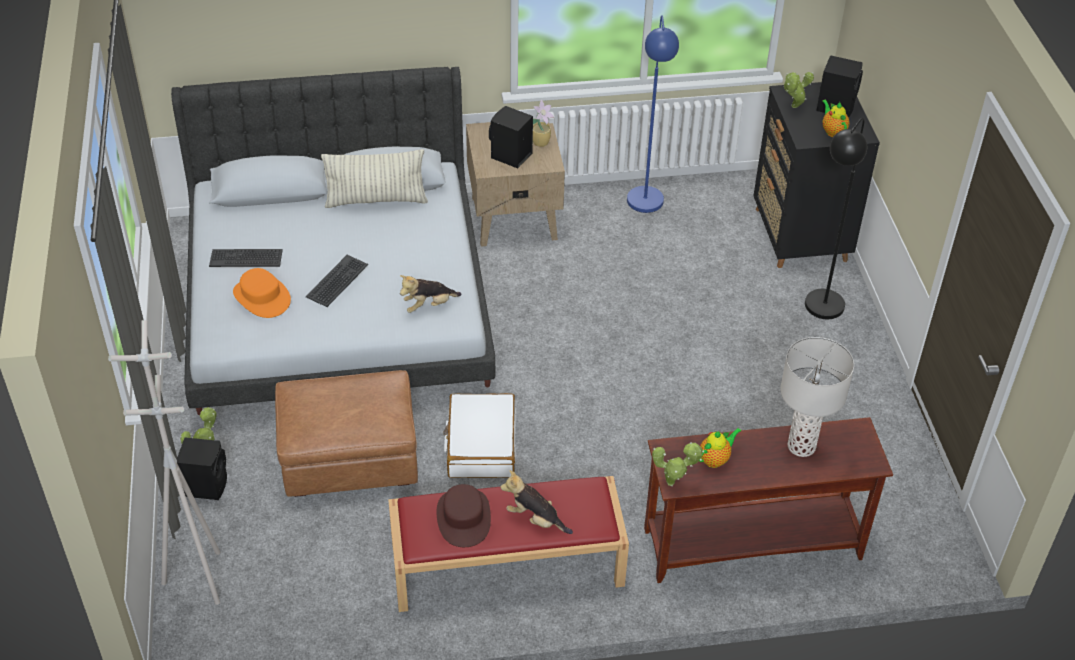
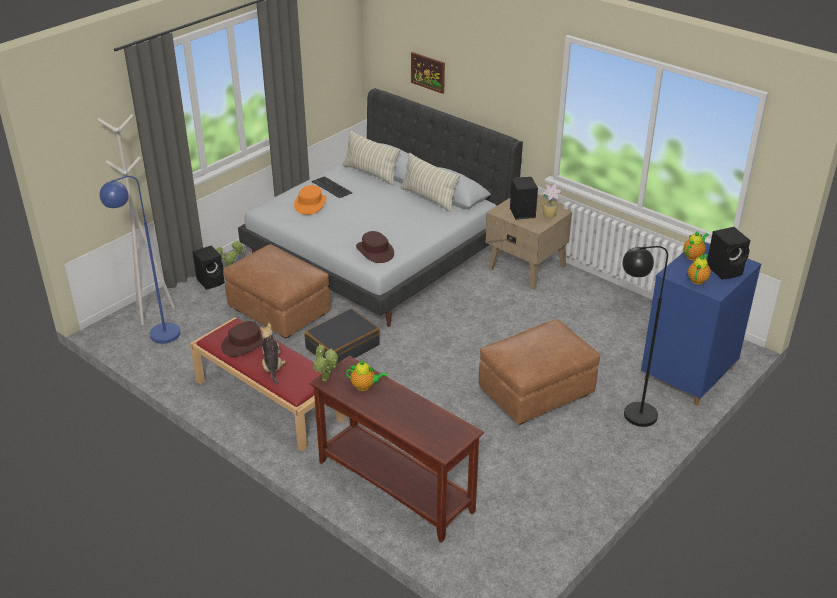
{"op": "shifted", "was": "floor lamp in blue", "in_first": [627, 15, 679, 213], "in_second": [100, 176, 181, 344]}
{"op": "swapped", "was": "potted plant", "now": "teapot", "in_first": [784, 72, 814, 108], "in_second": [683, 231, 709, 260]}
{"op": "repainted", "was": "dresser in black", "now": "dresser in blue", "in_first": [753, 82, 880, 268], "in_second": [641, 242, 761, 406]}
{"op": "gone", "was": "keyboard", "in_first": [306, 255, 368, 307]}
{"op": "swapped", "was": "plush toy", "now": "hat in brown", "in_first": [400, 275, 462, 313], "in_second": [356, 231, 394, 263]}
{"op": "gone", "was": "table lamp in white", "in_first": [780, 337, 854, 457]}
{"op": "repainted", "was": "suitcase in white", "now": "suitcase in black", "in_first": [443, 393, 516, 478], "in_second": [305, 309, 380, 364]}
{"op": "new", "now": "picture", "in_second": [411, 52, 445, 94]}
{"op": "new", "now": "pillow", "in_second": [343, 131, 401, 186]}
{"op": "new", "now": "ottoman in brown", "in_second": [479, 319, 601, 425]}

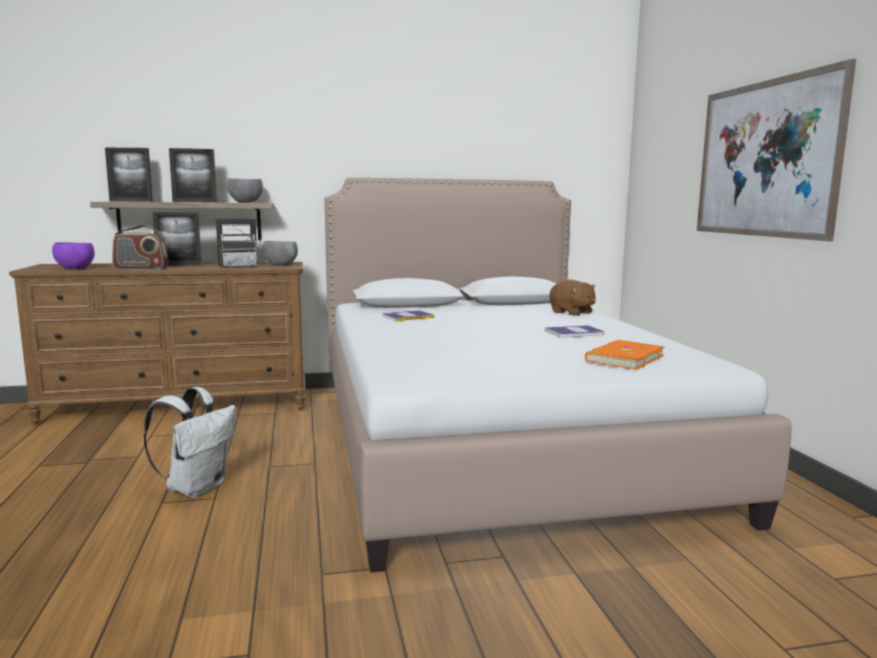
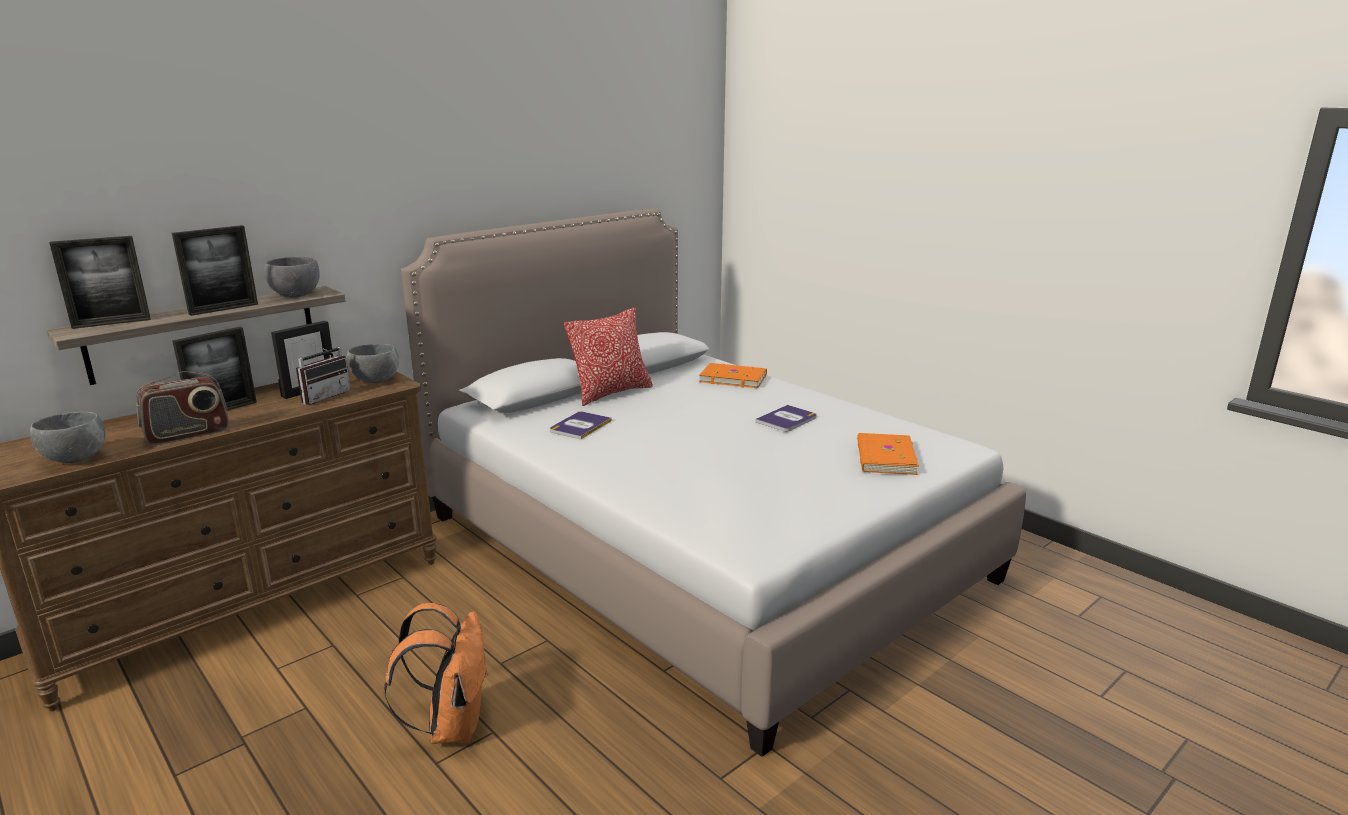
{"op": "gone", "was": "picture", "in_first": [697, 59, 856, 241]}
{"op": "repainted", "was": "bowl in purple", "now": "bowl in grey", "in_first": [52, 242, 95, 269], "in_second": [30, 412, 105, 463]}
{"op": "swapped", "was": "plush toy in brown", "now": "book in orange", "in_first": [550, 279, 596, 316], "in_second": [699, 363, 767, 389]}
{"op": "repainted", "was": "backpack in white", "now": "backpack in orange", "in_first": [143, 387, 236, 497], "in_second": [384, 603, 488, 744]}
{"op": "new", "now": "pillow", "in_second": [564, 308, 653, 406]}

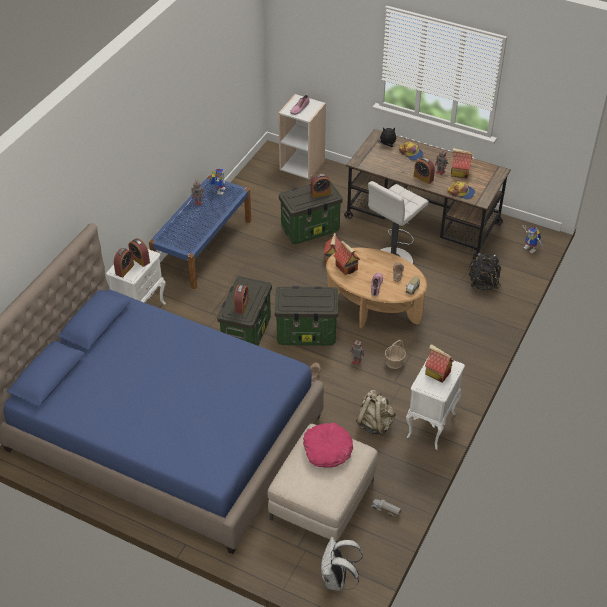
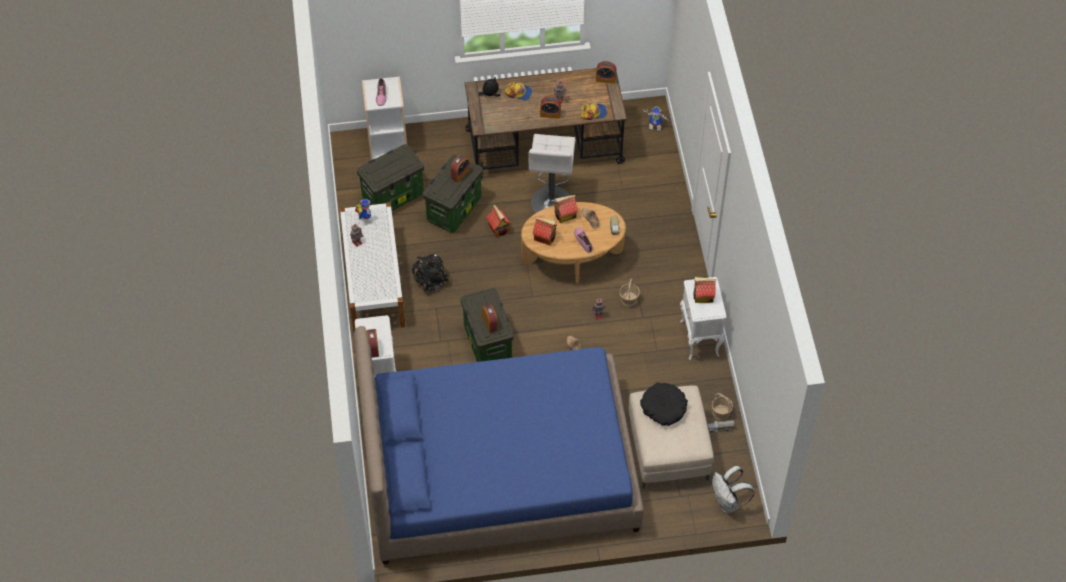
{"op": "shifted", "was": "toy house", "in_first": [451, 148, 473, 179], "in_second": [554, 195, 578, 223]}
{"op": "repainted", "was": "bench in blue", "now": "bench in white", "in_first": [149, 175, 251, 290], "in_second": [340, 203, 405, 331]}
{"op": "shifted", "was": "alarm clock", "in_first": [128, 238, 150, 267], "in_second": [596, 61, 616, 84]}
{"op": "shifted", "was": "backpack in black", "in_first": [468, 252, 501, 290], "in_second": [412, 254, 450, 292]}
{"op": "shifted", "was": "storage box", "in_first": [275, 286, 338, 346], "in_second": [357, 144, 424, 211]}
{"op": "gone", "was": "backpack in beige", "in_first": [356, 390, 396, 436]}
{"op": "repainted", "was": "pillow in pink", "now": "pillow in black", "in_first": [303, 423, 353, 468], "in_second": [640, 383, 688, 426]}
{"op": "new", "now": "basket", "in_second": [712, 393, 733, 420]}

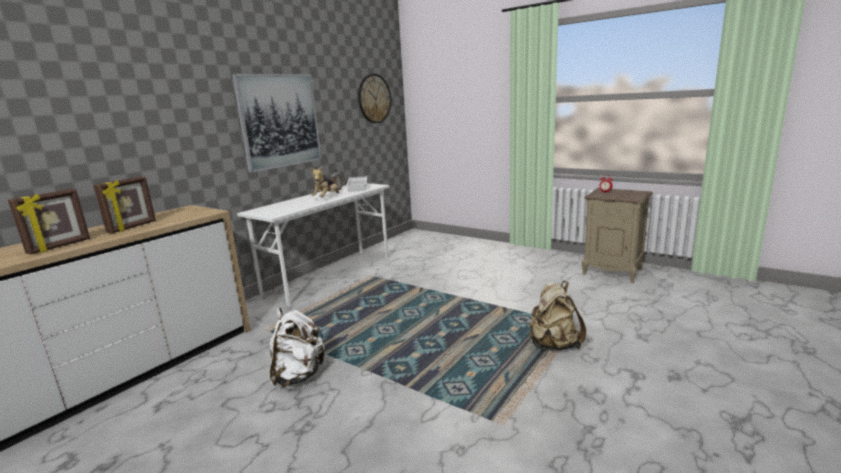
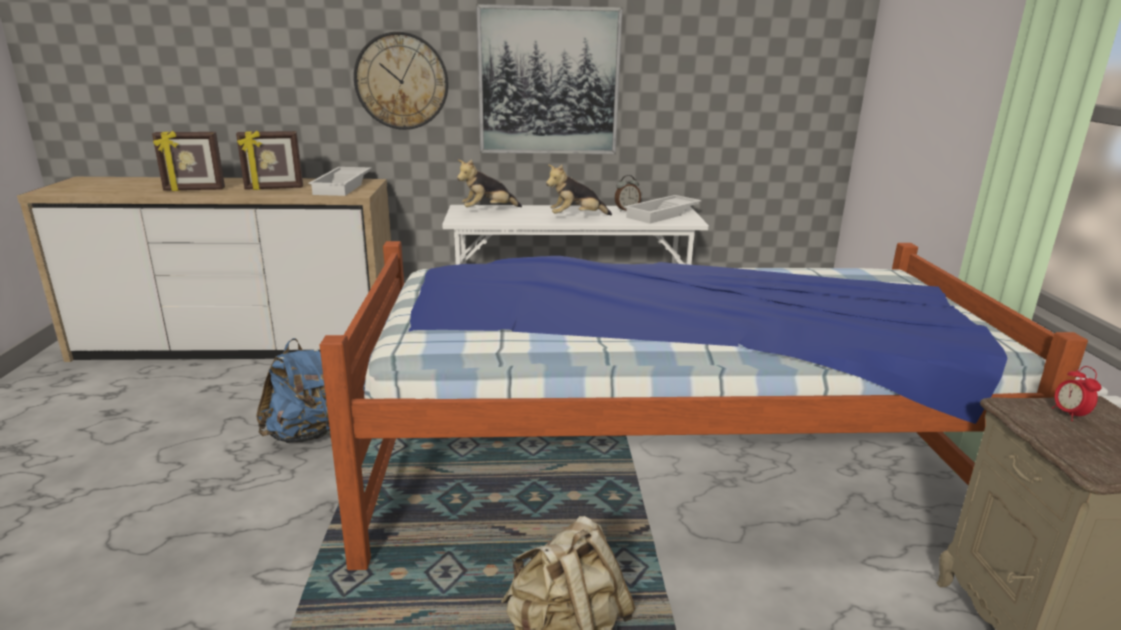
{"op": "shifted", "was": "wall clock", "in_first": [358, 74, 391, 123], "in_second": [354, 32, 449, 130]}
{"op": "repainted", "was": "backpack in white", "now": "backpack in blue", "in_first": [270, 308, 327, 387], "in_second": [256, 338, 331, 443]}
{"op": "new", "now": "plush toy", "in_second": [457, 159, 522, 207]}
{"op": "new", "now": "tray in white", "in_second": [309, 167, 371, 196]}
{"op": "new", "now": "bed", "in_second": [320, 241, 1088, 570]}

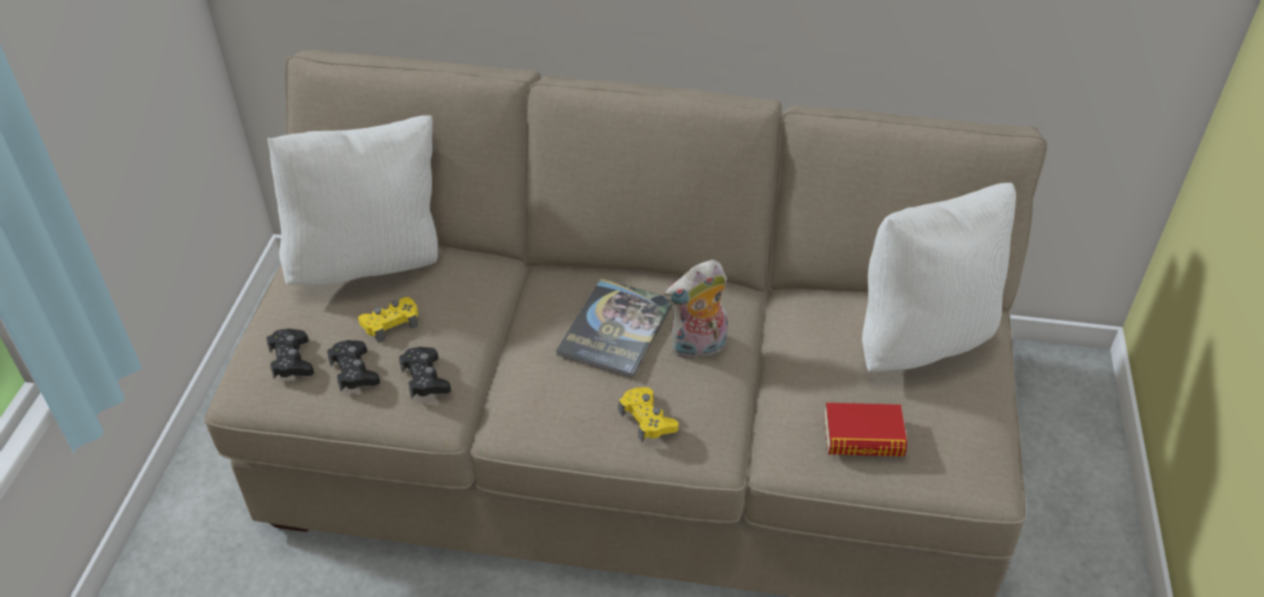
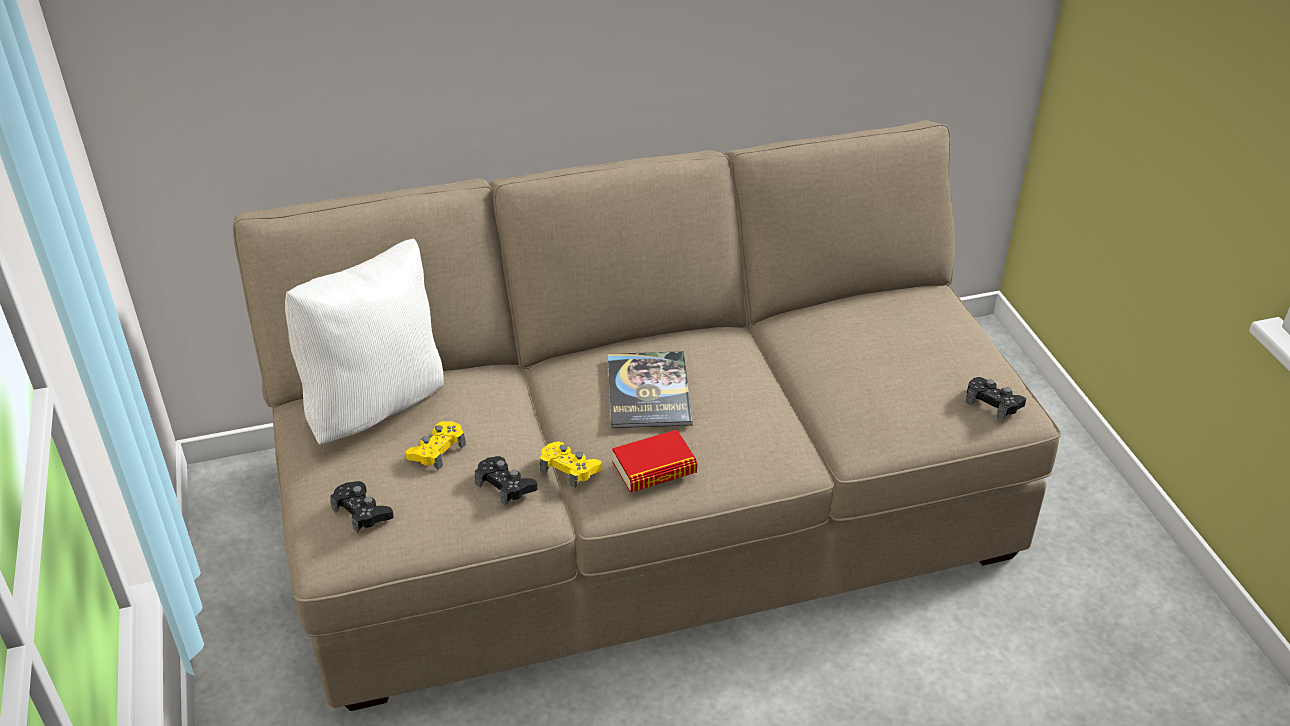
{"op": "gone", "was": "pillow in white", "in_first": [862, 183, 1016, 372]}
{"op": "gone", "was": "plush toy", "in_first": [665, 260, 728, 360]}
{"op": "shifted", "was": "game controller in black", "in_first": [327, 340, 380, 391], "in_second": [966, 377, 1026, 420]}
{"op": "shifted", "was": "game controller in yellow", "in_first": [619, 387, 678, 442], "in_second": [540, 441, 602, 488]}
{"op": "shifted", "was": "book", "in_first": [824, 403, 907, 456], "in_second": [612, 430, 697, 492]}

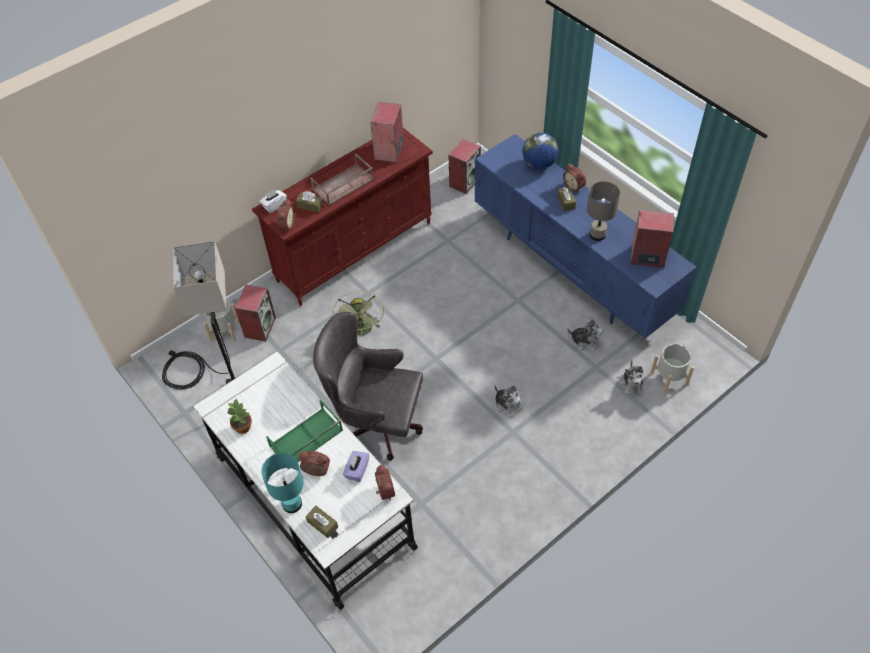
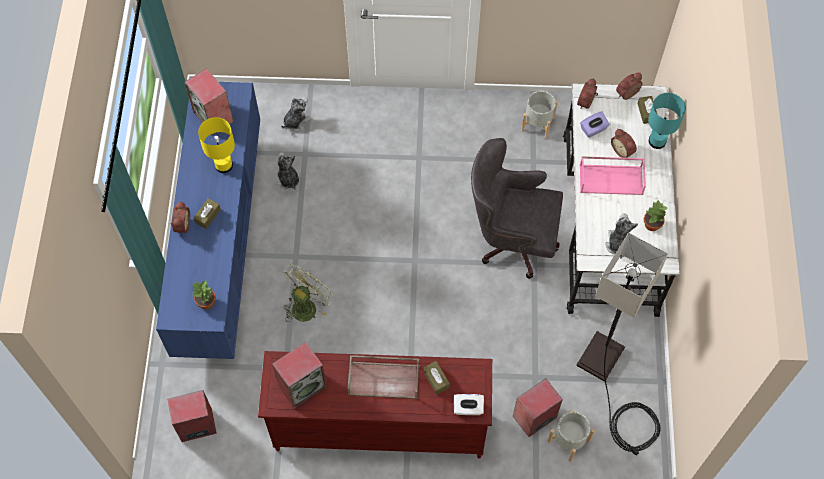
{"op": "gone", "was": "globe", "in_first": [522, 133, 558, 169]}
{"op": "repainted", "was": "table lamp in grey", "now": "table lamp in yellow", "in_first": [587, 181, 620, 241], "in_second": [198, 117, 235, 173]}
{"op": "shifted", "was": "alarm clock", "in_first": [276, 199, 295, 231], "in_second": [616, 73, 643, 100]}
{"op": "shifted", "was": "fan in green", "in_first": [333, 292, 384, 335], "in_second": [283, 264, 334, 322]}
{"op": "rotated", "was": "office chair in grey", "in_first": [313, 312, 423, 461], "in_second": [471, 138, 563, 279], "clockwise": 135}
{"op": "shifted", "was": "planter in grey", "in_first": [650, 344, 694, 394], "in_second": [521, 91, 558, 139]}
{"op": "shifted", "was": "plush toy", "in_first": [494, 385, 523, 418], "in_second": [605, 213, 638, 258]}
{"op": "repainted", "was": "tray in green", "now": "tray in pink", "in_first": [266, 399, 343, 469], "in_second": [579, 156, 646, 195]}
{"op": "new", "now": "potted plant", "in_second": [192, 281, 216, 309]}

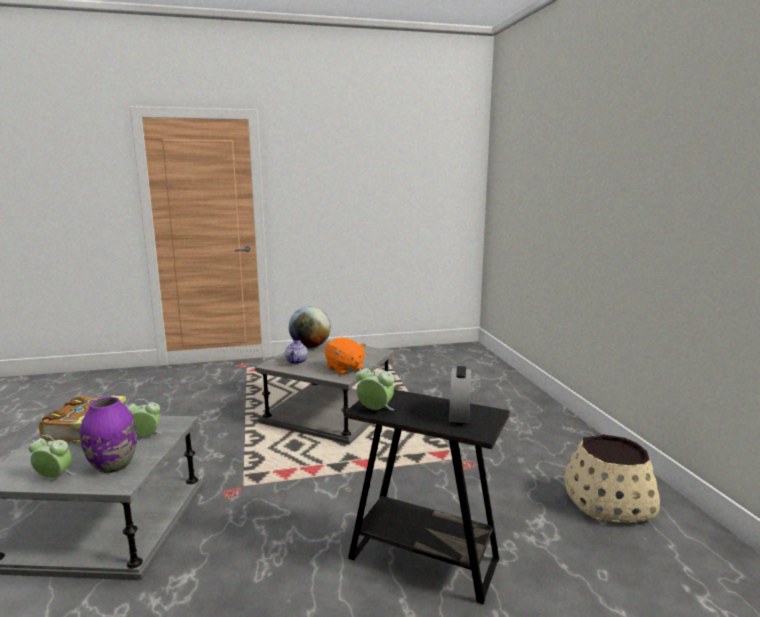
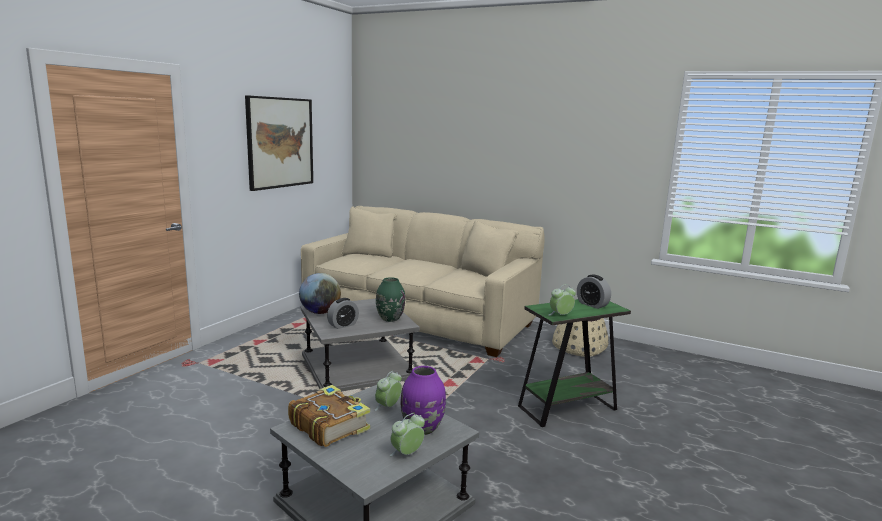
{"op": "swapped", "was": "plush toy in orange", "now": "vase in green", "in_first": [325, 338, 366, 375], "in_second": [376, 277, 405, 322]}
{"op": "swapped", "was": "teapot", "now": "alarm clock", "in_first": [285, 340, 308, 364], "in_second": [327, 298, 359, 329]}
{"op": "repainted", "was": "side table in black", "now": "side table in green", "in_first": [344, 389, 510, 604], "in_second": [518, 299, 631, 427]}
{"op": "new", "now": "picture", "in_second": [245, 95, 313, 191]}
{"op": "new", "now": "sofa in beige", "in_second": [301, 206, 544, 357]}

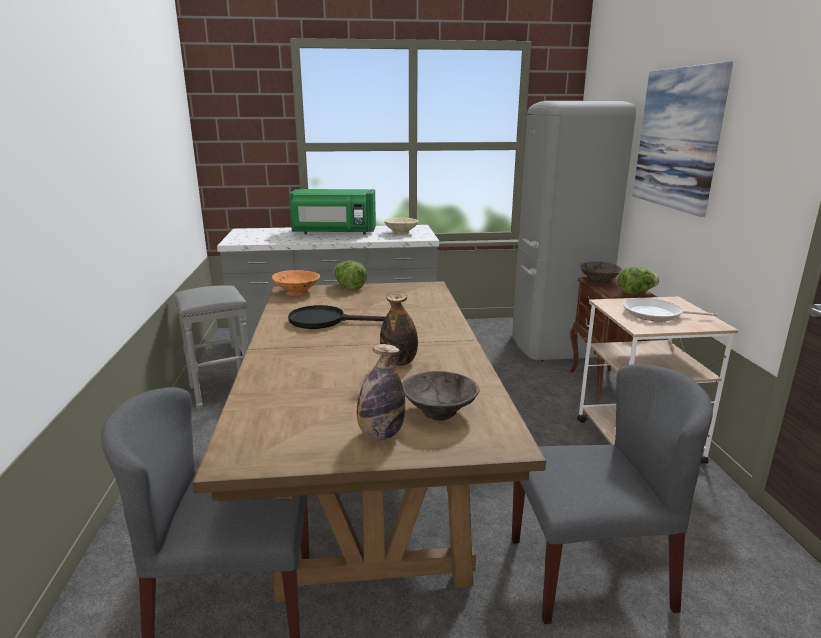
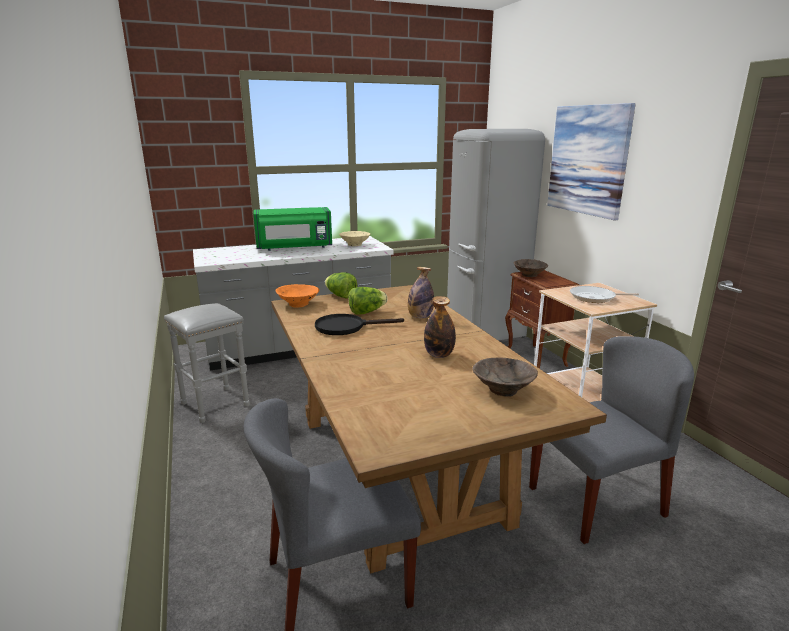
{"op": "shifted", "was": "lettuce", "in_first": [618, 267, 659, 294], "in_second": [348, 287, 387, 314]}
{"op": "shifted", "was": "bottle", "in_first": [357, 344, 405, 440], "in_second": [408, 267, 434, 319]}

